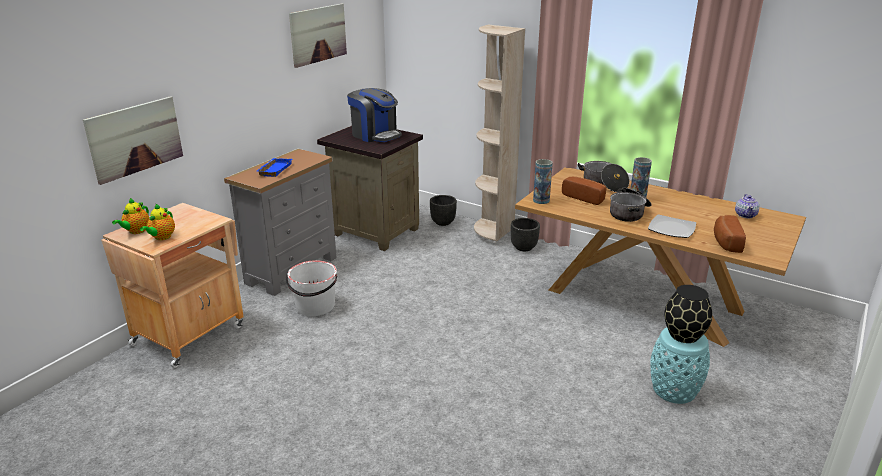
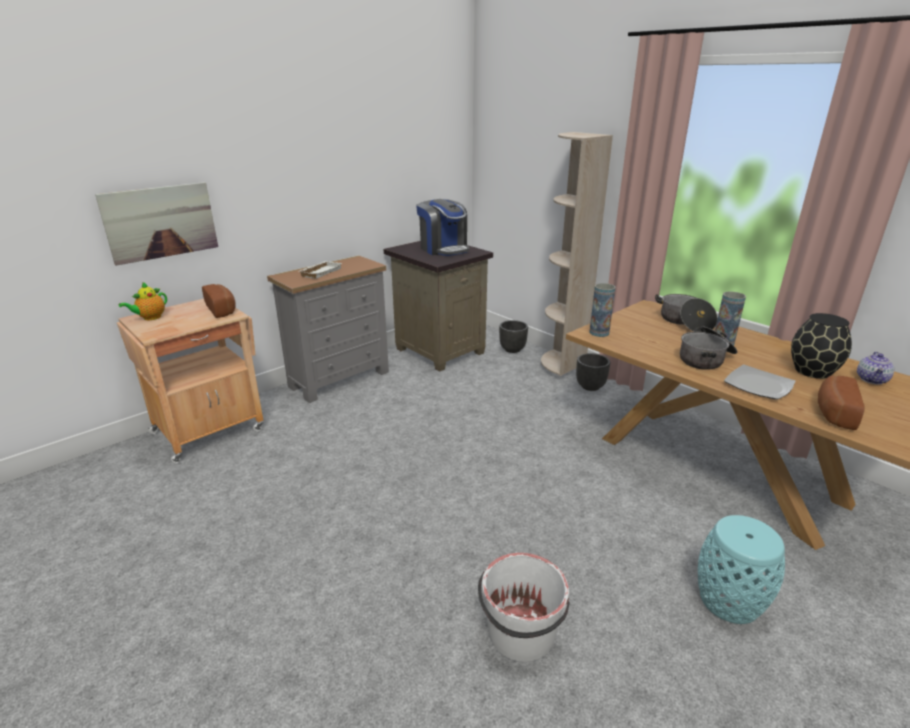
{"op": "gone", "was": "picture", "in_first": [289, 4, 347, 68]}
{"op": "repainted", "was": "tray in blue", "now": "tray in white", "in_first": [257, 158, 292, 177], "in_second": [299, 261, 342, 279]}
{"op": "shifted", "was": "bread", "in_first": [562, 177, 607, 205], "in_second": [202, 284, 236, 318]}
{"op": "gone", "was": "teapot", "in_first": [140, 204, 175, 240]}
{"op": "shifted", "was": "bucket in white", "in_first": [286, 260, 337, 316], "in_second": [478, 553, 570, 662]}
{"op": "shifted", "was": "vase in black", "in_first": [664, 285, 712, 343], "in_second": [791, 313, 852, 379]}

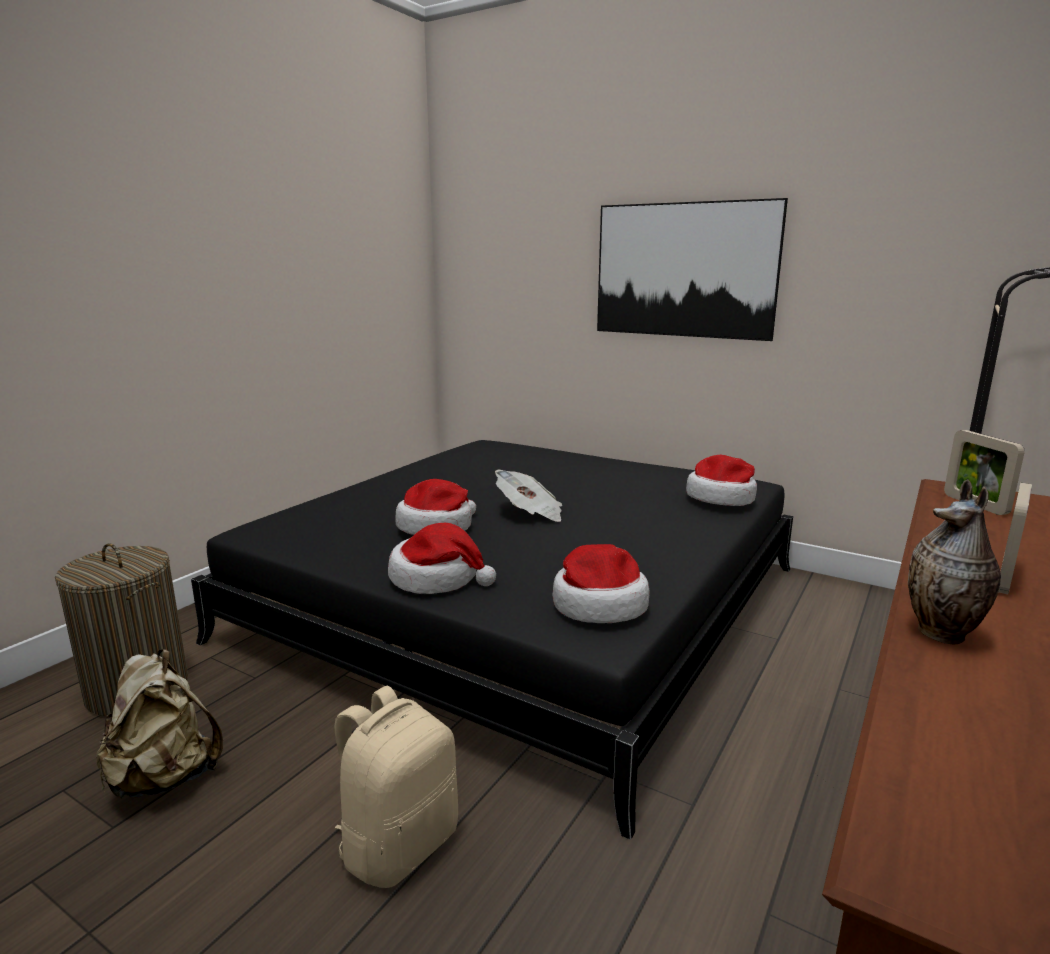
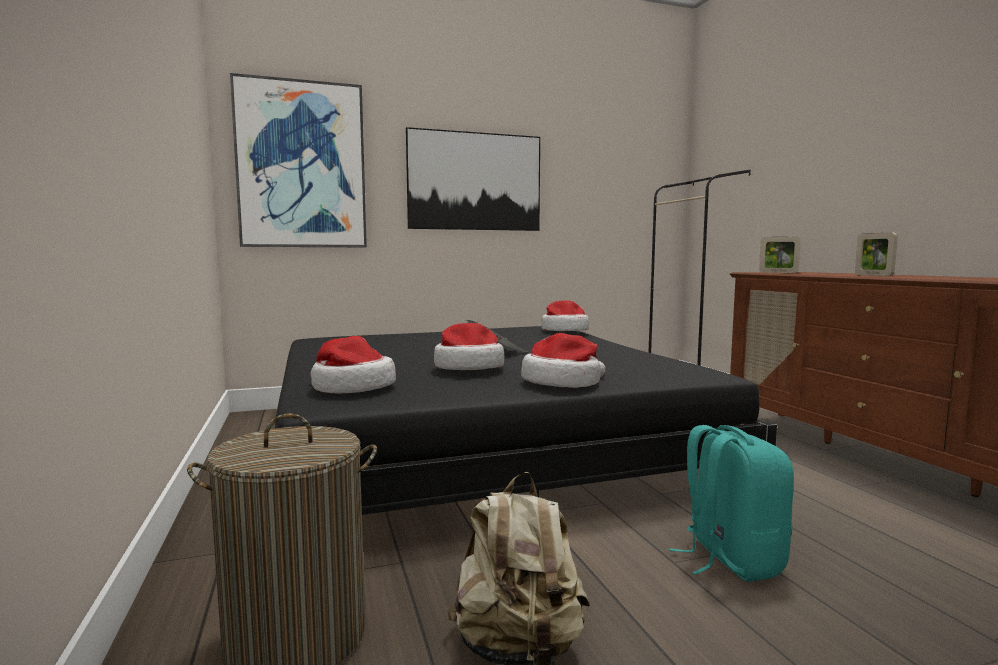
{"op": "gone", "was": "vase", "in_first": [908, 479, 1001, 644]}
{"op": "shifted", "was": "hat", "in_first": [553, 544, 650, 623], "in_second": [310, 336, 396, 394]}
{"op": "repainted", "was": "backpack in beige", "now": "backpack in turquoise", "in_first": [335, 686, 458, 888], "in_second": [669, 425, 794, 582]}
{"op": "new", "now": "picture", "in_second": [230, 73, 367, 247]}

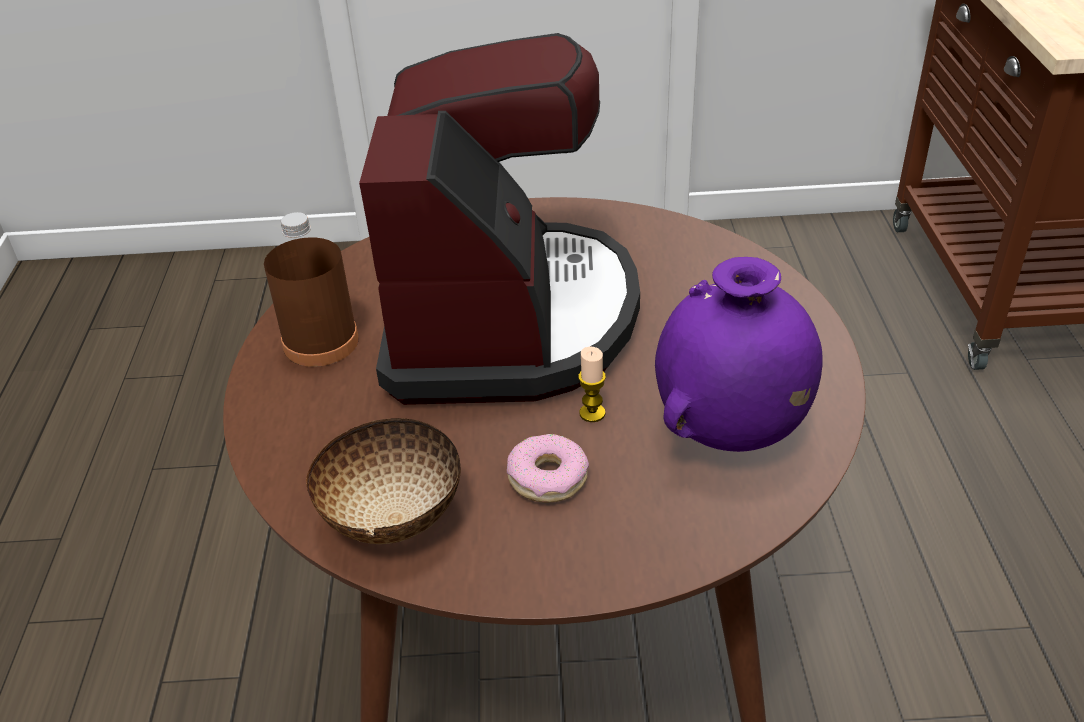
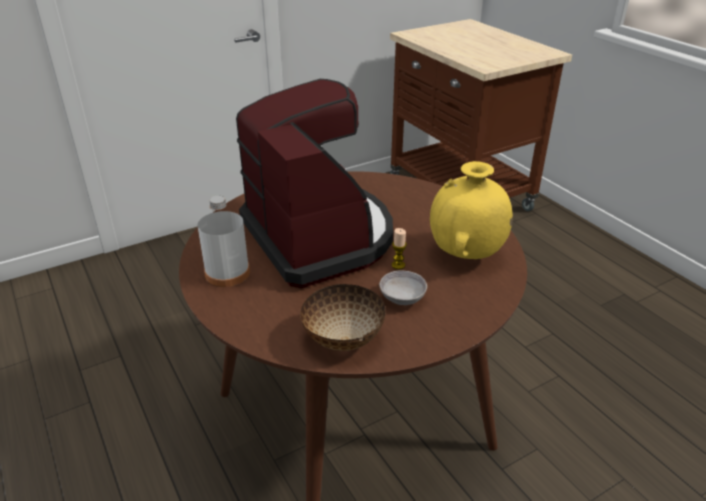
{"op": "repainted", "was": "bottle in brown", "now": "bottle in white", "in_first": [264, 212, 359, 367], "in_second": [198, 196, 250, 287]}
{"op": "repainted", "was": "vase in purple", "now": "vase in yellow", "in_first": [655, 257, 822, 452], "in_second": [430, 161, 513, 259]}
{"op": "swapped", "was": "donut", "now": "bowl in grey", "in_first": [507, 434, 589, 502], "in_second": [379, 271, 427, 305]}

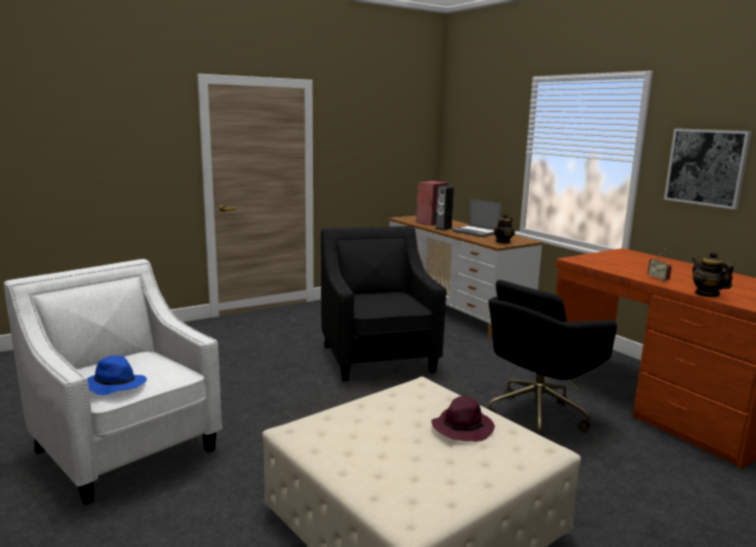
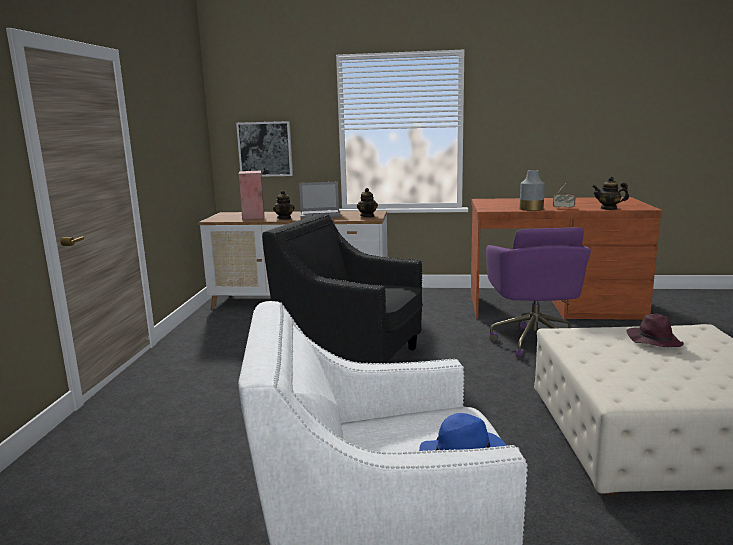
{"op": "shifted", "was": "picture", "in_first": [664, 128, 752, 209], "in_second": [236, 121, 293, 177]}
{"op": "swapped", "was": "speaker", "now": "teapot", "in_first": [435, 186, 454, 230], "in_second": [273, 190, 295, 219]}
{"op": "repainted", "was": "office chair in black", "now": "office chair in purple", "in_first": [488, 280, 617, 437], "in_second": [486, 227, 591, 358]}
{"op": "new", "now": "vase in grey", "in_second": [520, 170, 545, 211]}

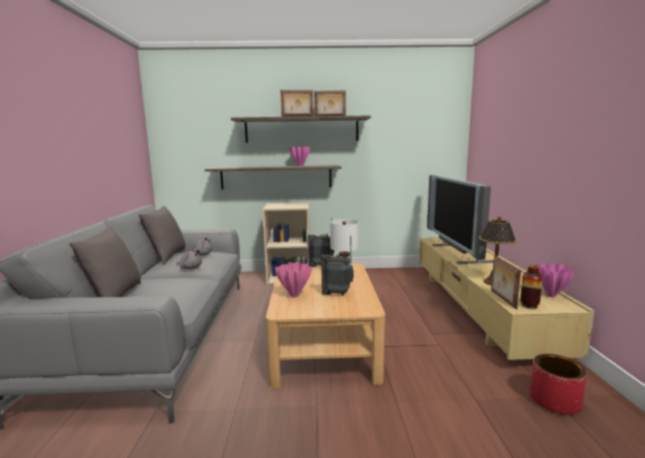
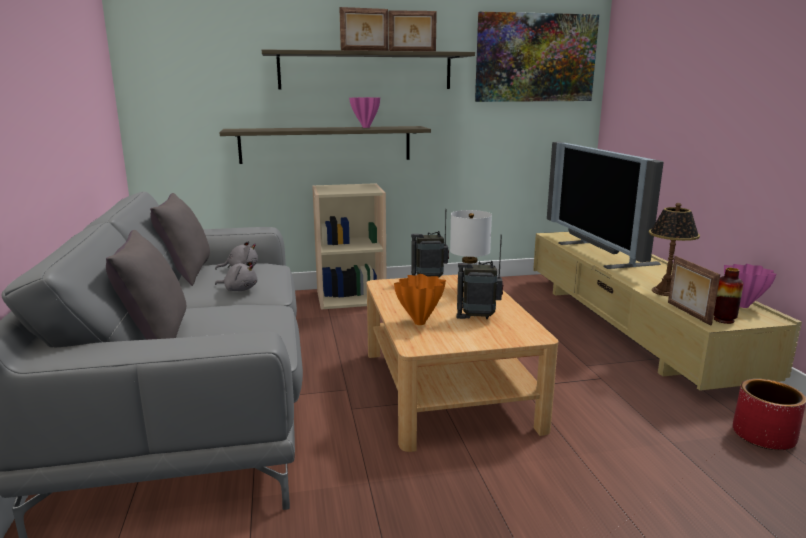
{"op": "repainted", "was": "vase in pink", "now": "vase in orange", "in_first": [275, 262, 312, 298], "in_second": [394, 274, 446, 325]}
{"op": "new", "now": "picture", "in_second": [475, 12, 599, 102]}

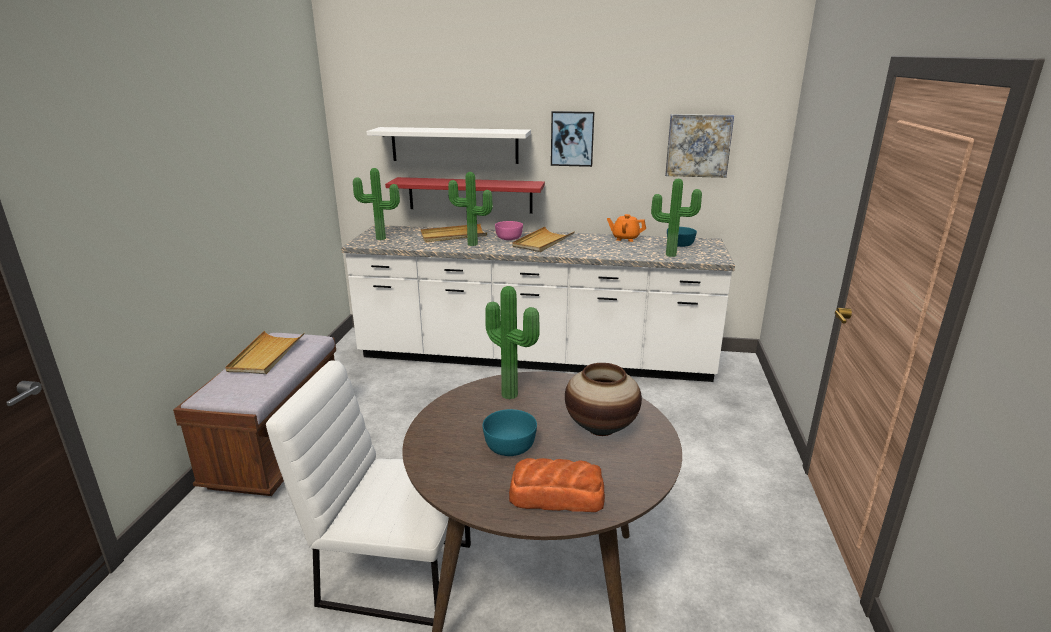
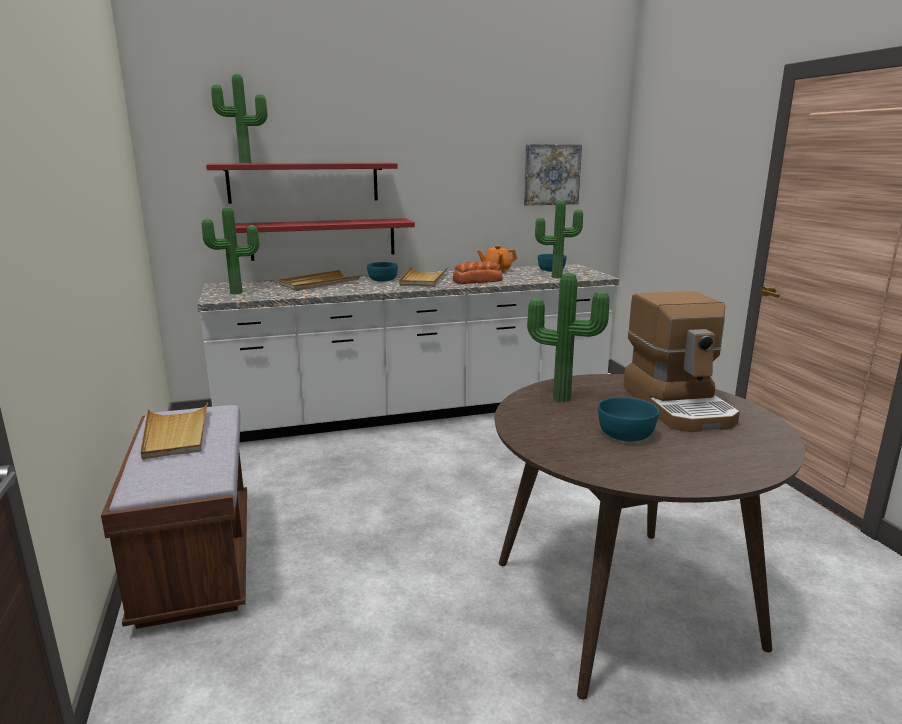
{"op": "gone", "was": "picture", "in_first": [551, 111, 594, 167]}
{"op": "repainted", "was": "shelf in white", "now": "shelf in red", "in_first": [366, 127, 531, 164], "in_second": [206, 163, 398, 204]}
{"op": "shifted", "was": "potted plant", "in_first": [448, 172, 493, 246], "in_second": [211, 74, 267, 163]}
{"op": "repainted", "was": "bowl in pink", "now": "bowl in turquoise", "in_first": [495, 221, 523, 240], "in_second": [367, 262, 398, 282]}
{"op": "gone", "was": "chair in white", "in_first": [266, 361, 471, 626]}
{"op": "swapped", "was": "vase", "now": "coffee machine", "in_first": [565, 363, 642, 436], "in_second": [623, 291, 740, 432]}
{"op": "shifted", "was": "bread", "in_first": [509, 458, 605, 512], "in_second": [453, 261, 503, 284]}

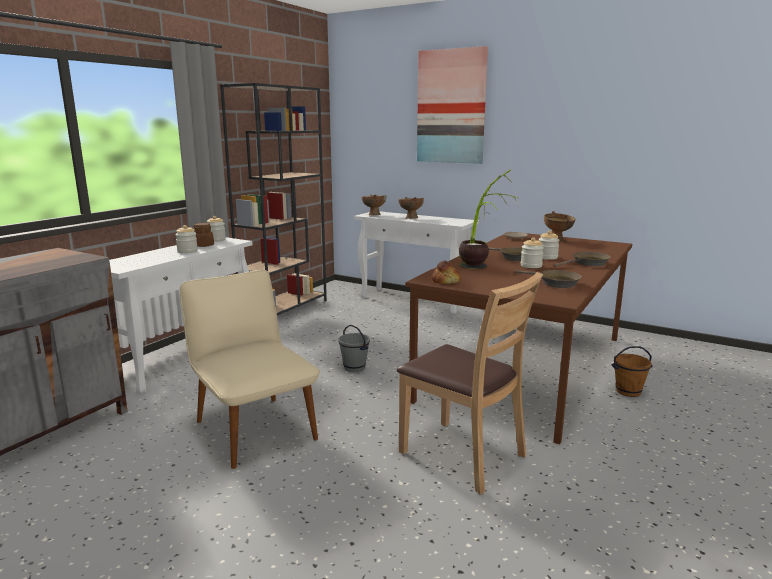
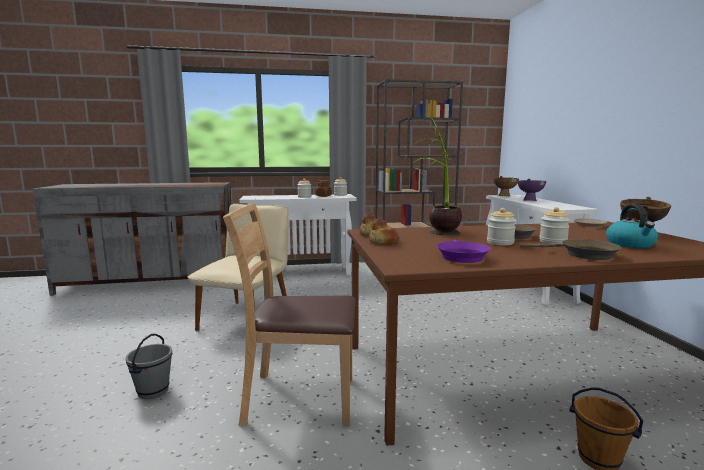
{"op": "gone", "was": "picture", "in_first": [417, 46, 488, 164]}
{"op": "repainted", "was": "bowl in brown", "now": "bowl in purple", "in_first": [399, 197, 424, 219], "in_second": [518, 179, 546, 201]}
{"op": "repainted", "was": "frying pan in brown", "now": "frying pan in purple", "in_first": [515, 270, 582, 288], "in_second": [437, 239, 491, 263]}
{"op": "rotated", "was": "chair in brown", "in_first": [397, 272, 543, 495], "in_second": [223, 203, 355, 426], "clockwise": 90}
{"op": "shifted", "was": "bucket in grey", "in_first": [338, 325, 370, 372], "in_second": [125, 334, 172, 399]}
{"op": "new", "now": "kettle", "in_second": [606, 204, 658, 248]}
{"op": "new", "now": "bread", "in_second": [369, 218, 400, 244]}

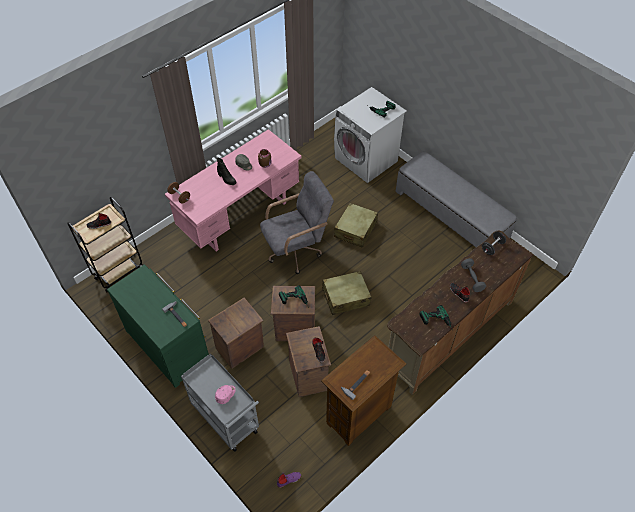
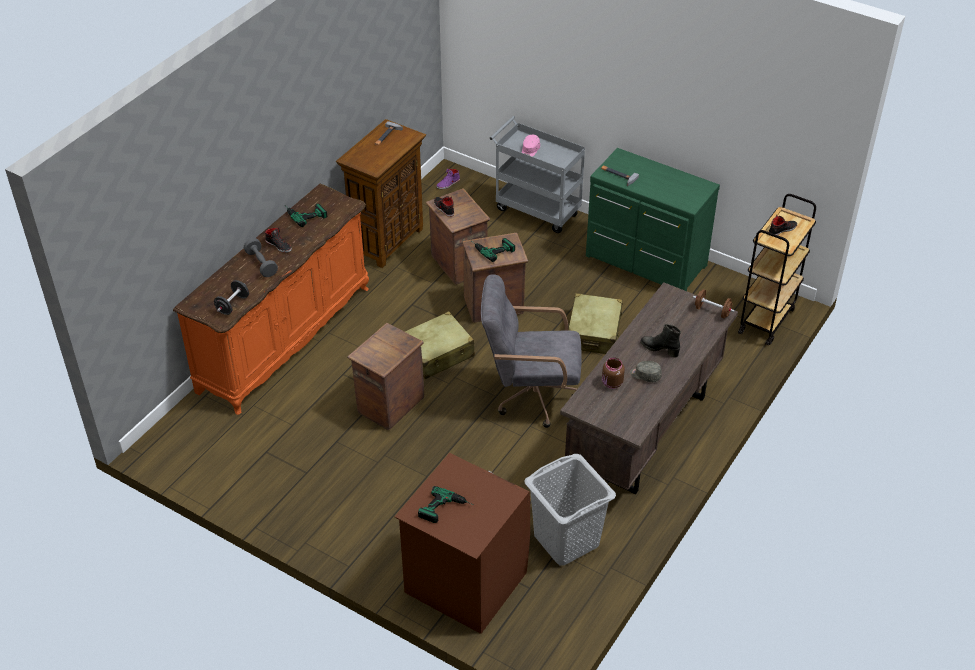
{"op": "repainted", "was": "washing machine in white", "now": "washing machine in brown", "in_first": [334, 87, 407, 183], "in_second": [394, 453, 530, 634]}
{"op": "repainted", "was": "desk in pink", "now": "desk in brown", "in_first": [165, 129, 302, 251], "in_second": [560, 282, 738, 495]}
{"op": "gone", "was": "bench in grey", "in_first": [396, 151, 517, 247]}
{"op": "rotated", "was": "office chair in grey", "in_first": [260, 171, 334, 274], "in_second": [481, 274, 582, 428], "clockwise": 45}
{"op": "shifted", "was": "suitcase in beige", "in_first": [334, 203, 378, 248], "in_second": [568, 293, 623, 354]}
{"op": "repainted", "was": "cabinet in beige", "now": "cabinet in orange", "in_first": [387, 230, 534, 395], "in_second": [173, 183, 369, 415]}
{"op": "shifted", "was": "crate", "in_first": [208, 297, 264, 369], "in_second": [347, 323, 424, 430]}
{"op": "new", "now": "laundry basket in grey", "in_second": [524, 454, 616, 565]}

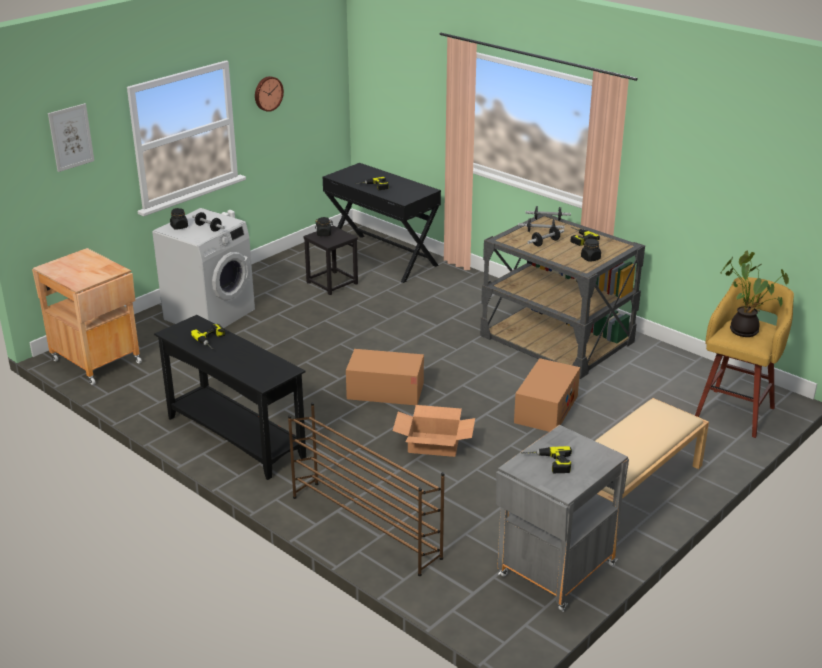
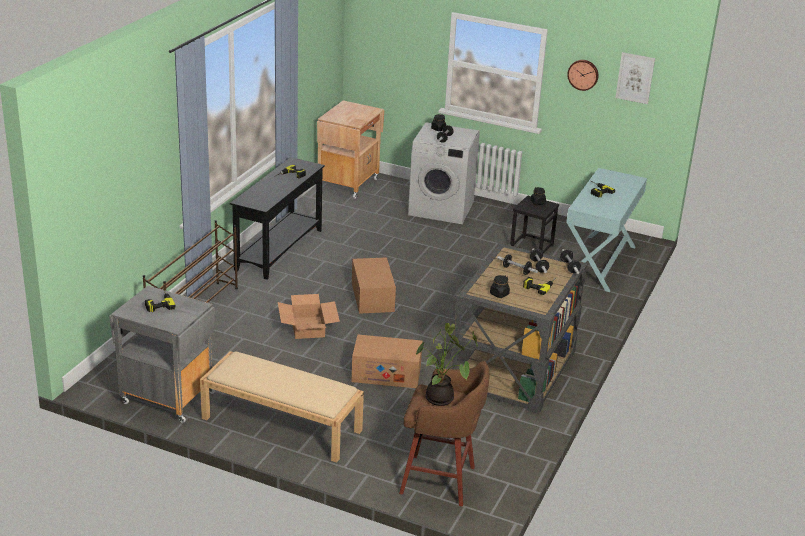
{"op": "shifted", "was": "picture", "in_first": [48, 103, 94, 172], "in_second": [615, 52, 655, 104]}
{"op": "repainted", "was": "desk in black", "now": "desk in turquoise", "in_first": [322, 163, 441, 283], "in_second": [566, 168, 647, 292]}
{"op": "repainted", "was": "stool in yellow", "now": "stool in brown", "in_first": [695, 277, 794, 438], "in_second": [399, 361, 490, 506]}

